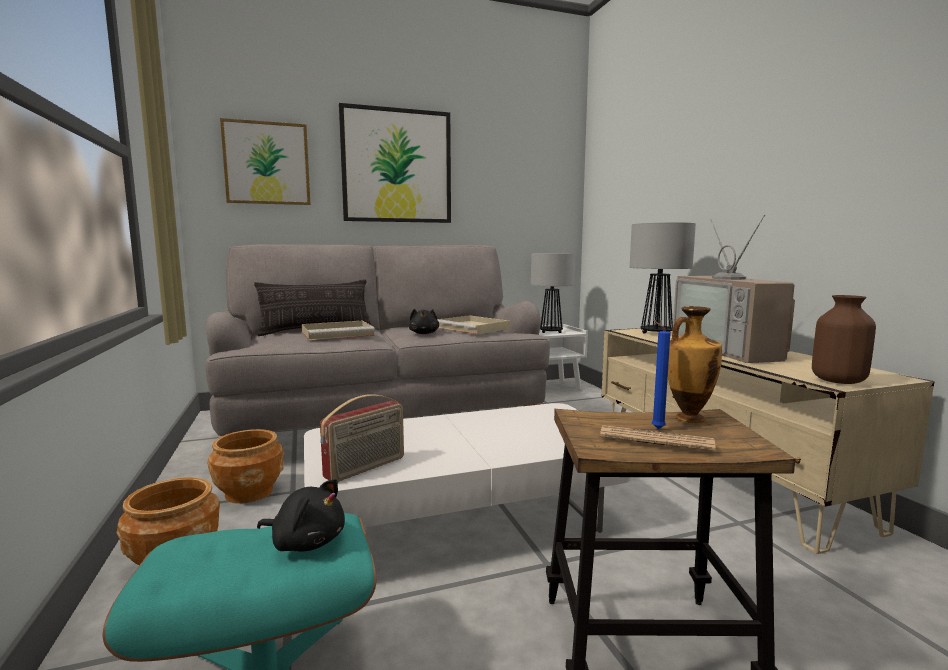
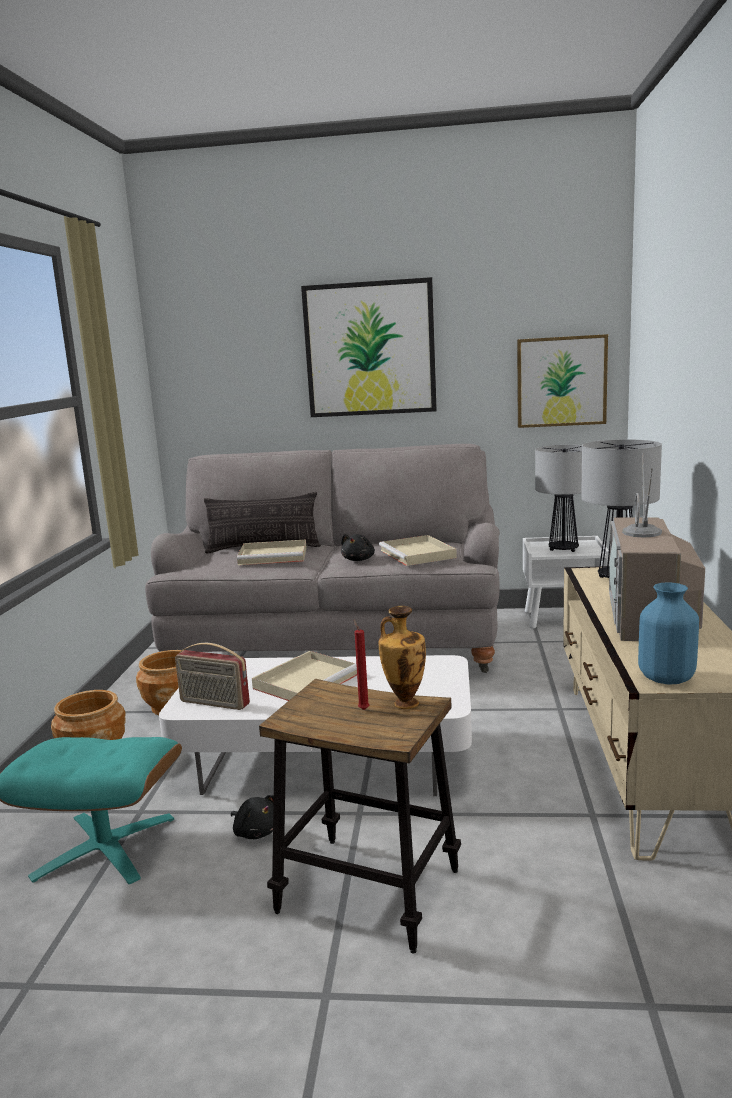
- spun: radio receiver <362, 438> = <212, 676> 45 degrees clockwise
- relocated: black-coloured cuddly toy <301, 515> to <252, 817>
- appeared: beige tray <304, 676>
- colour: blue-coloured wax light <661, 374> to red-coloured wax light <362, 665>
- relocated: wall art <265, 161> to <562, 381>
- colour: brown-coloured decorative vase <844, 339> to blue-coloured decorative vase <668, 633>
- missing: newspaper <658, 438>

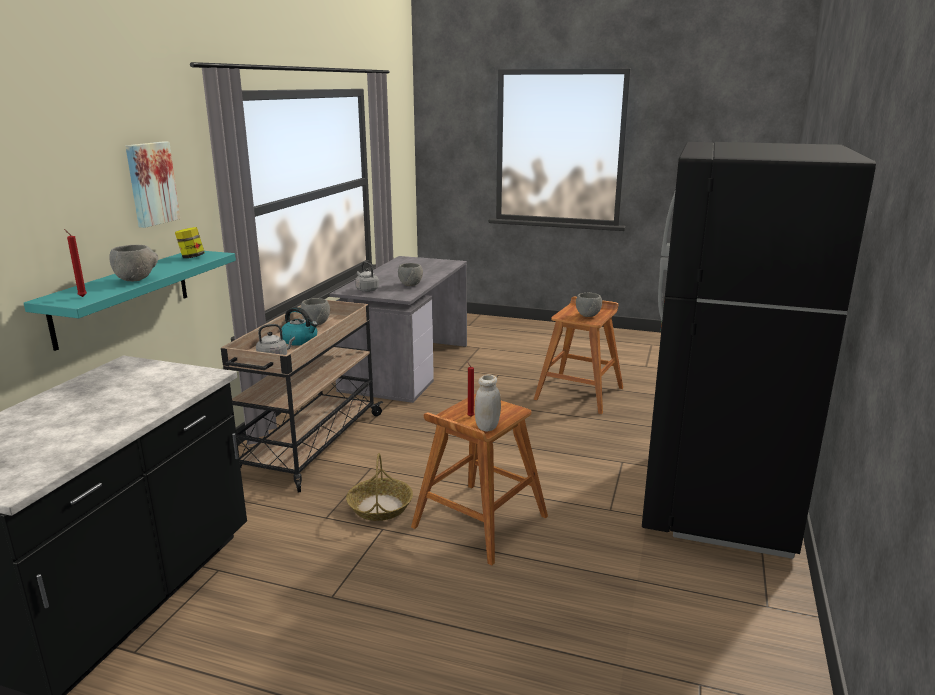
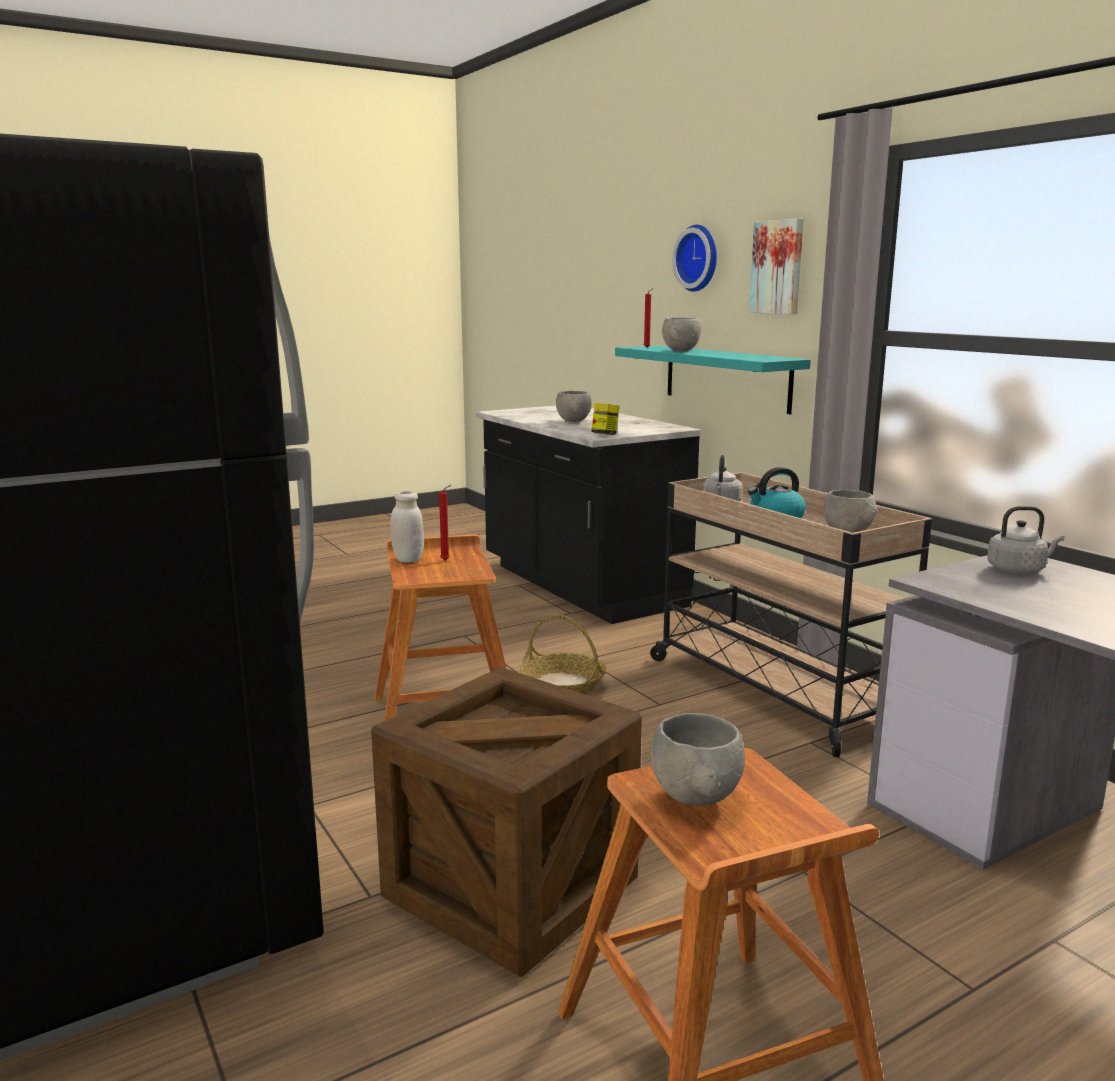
- appeared: crate <506, 822>
- relocated: gray serving bowl <410, 274> to <574, 406>
- relocated: jar <190, 242> to <605, 419>
- appeared: hanging clock <694, 258>

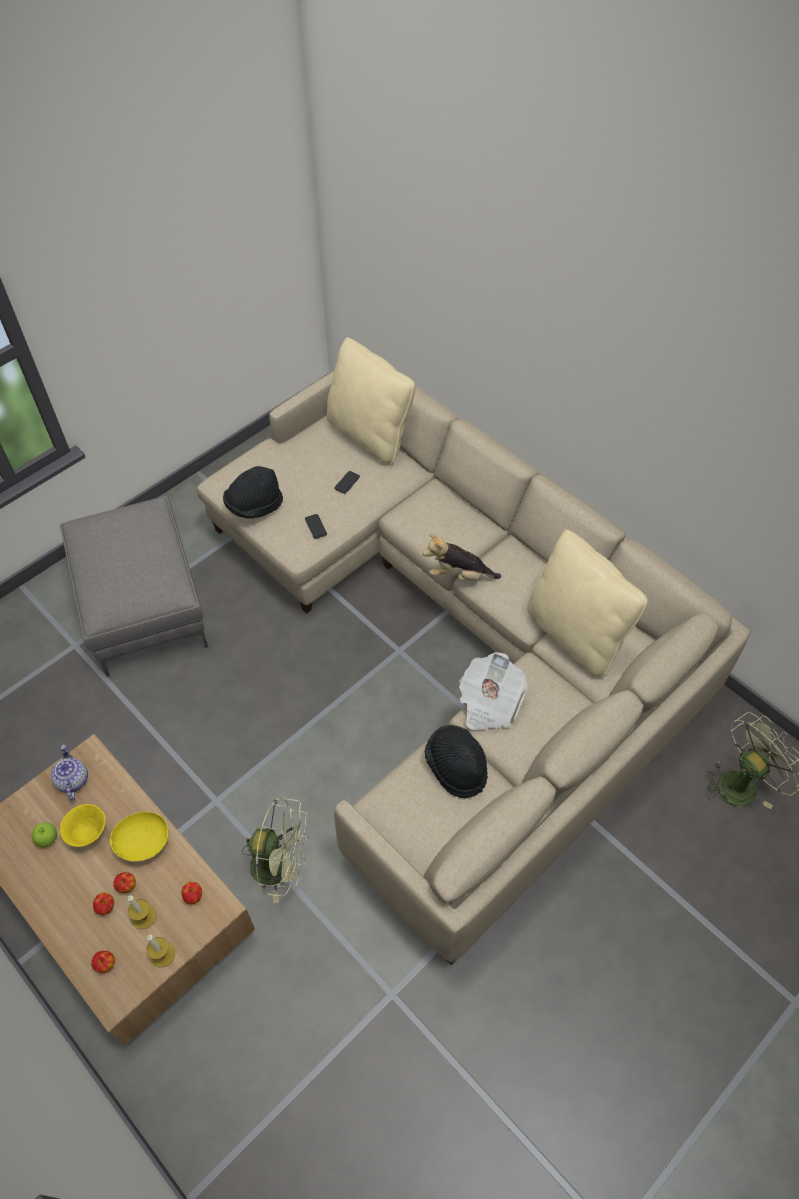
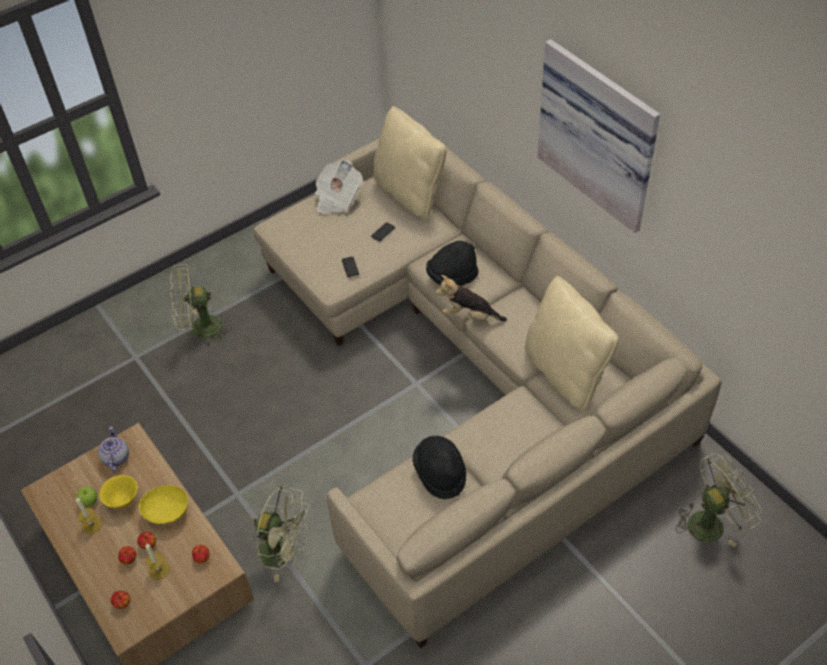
- relocated: wax light <161, 951> to <89, 515>
- exchanged: gray footrest <134, 586> to green-coloured electric fan <201, 305>
- relocated: newspaper <493, 691> to <339, 187>
- relocated: black-coloured clothing hat <253, 492> to <452, 263>
- appeared: wall art <599, 136>

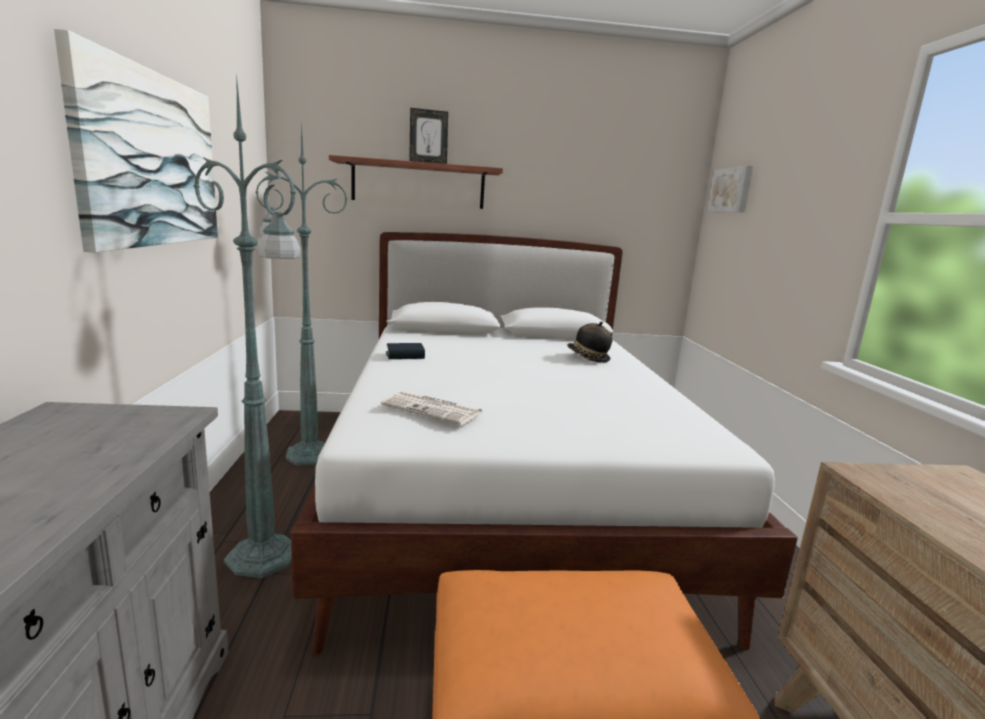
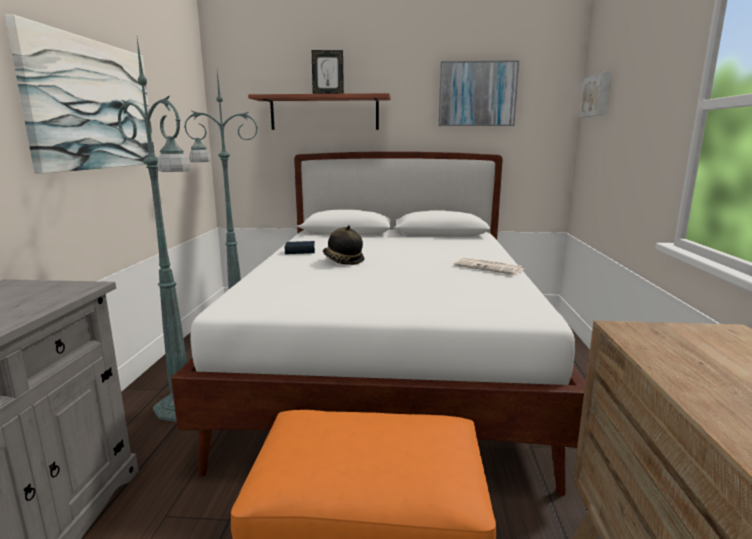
- relocated: clothing hat <590, 342> to <343, 245>
- appeared: wall art <479, 93>
- relocated: newspaper <431, 408> to <489, 266>

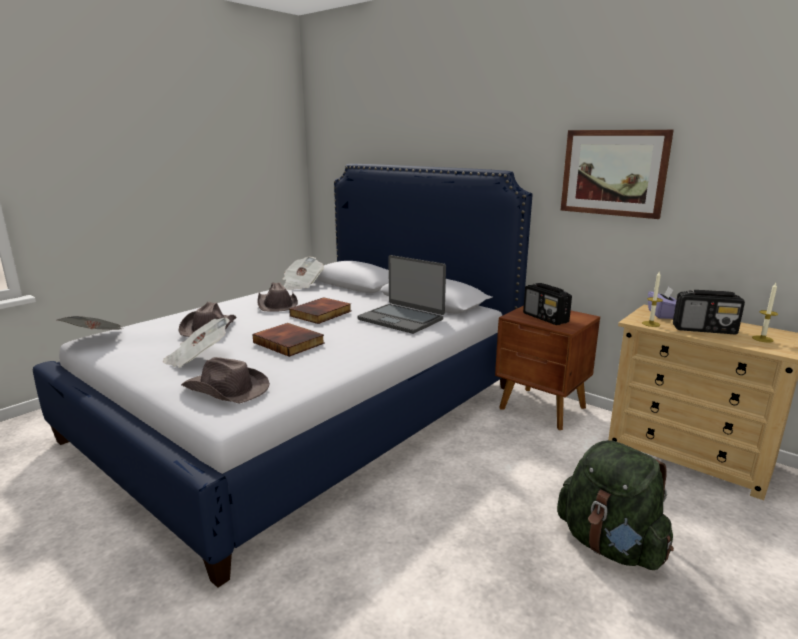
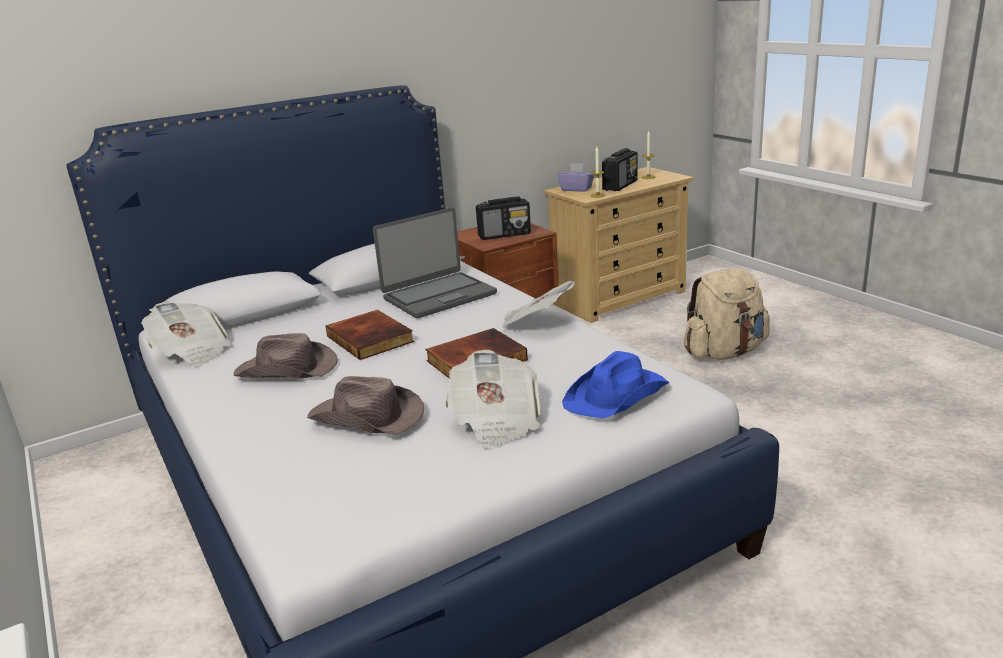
- relocated: newspaper <90, 323> to <538, 303>
- colour: brown-coloured clothing hat <225, 380> to blue-coloured clothing hat <616, 385>
- colour: green-coloured rucksack <615, 505> to beige rucksack <727, 314>
- missing: wall art <617, 174>

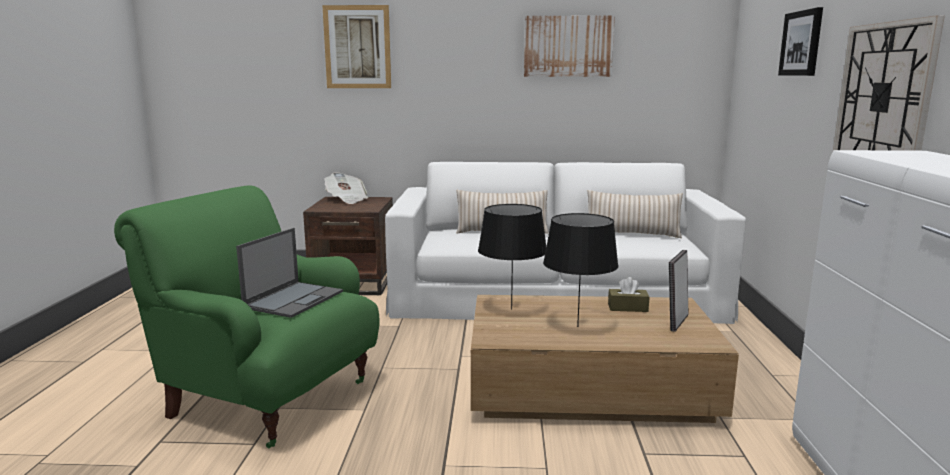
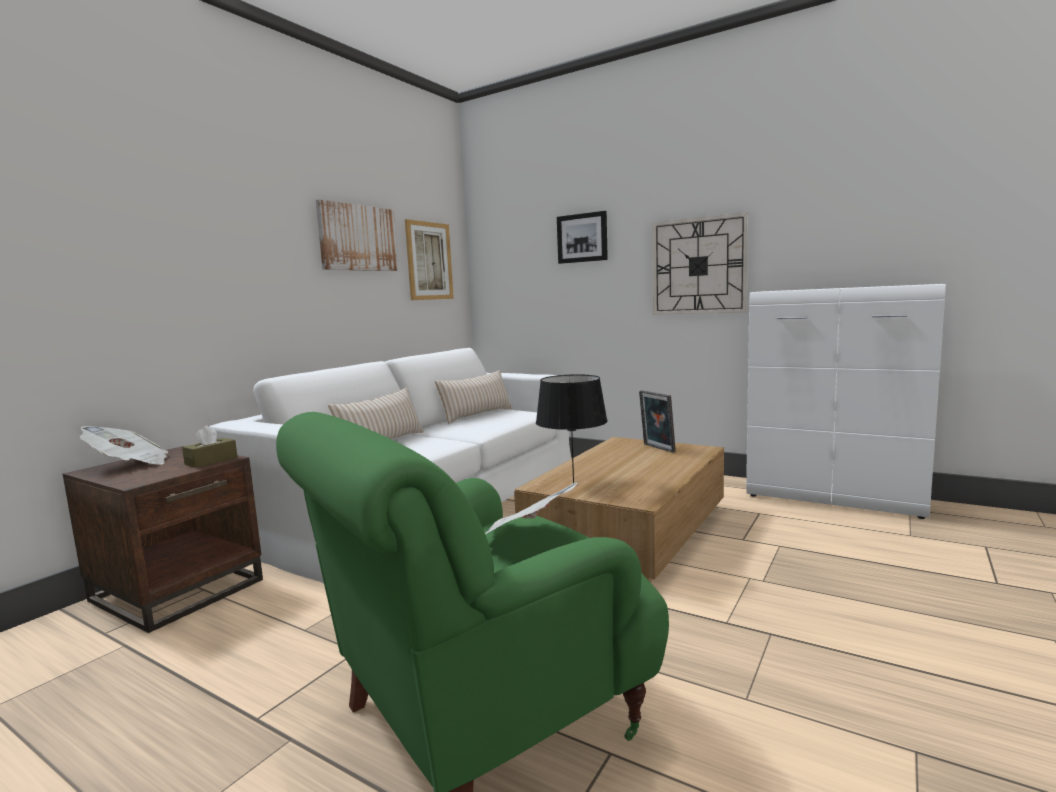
- relocated: brown-coloured tissue holder <628, 294> to <210, 447>
- relocated: wall art <356, 46> to <429, 259>
- exchanged: laptop <289, 273> to newspaper <531, 507>
- missing: black-coloured table lamp <581, 270>

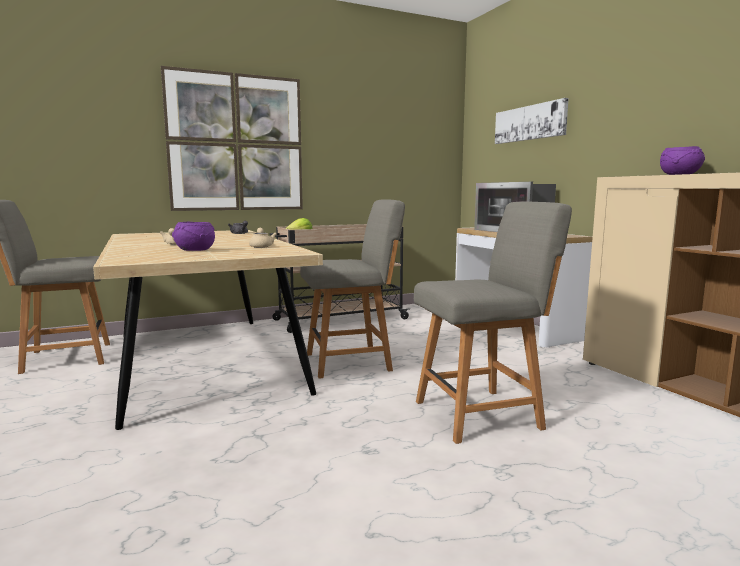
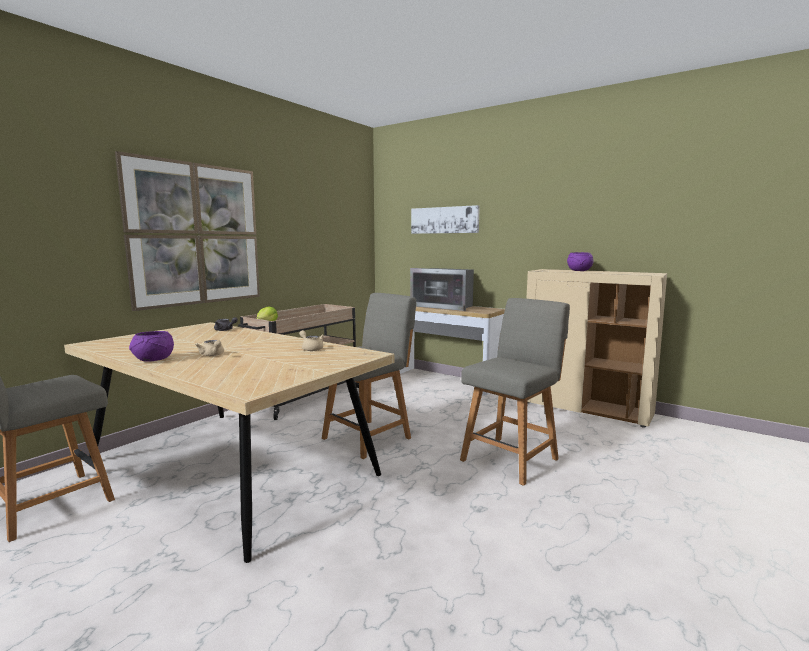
- relocated: purplish serving bowl <193, 236> to <151, 346>

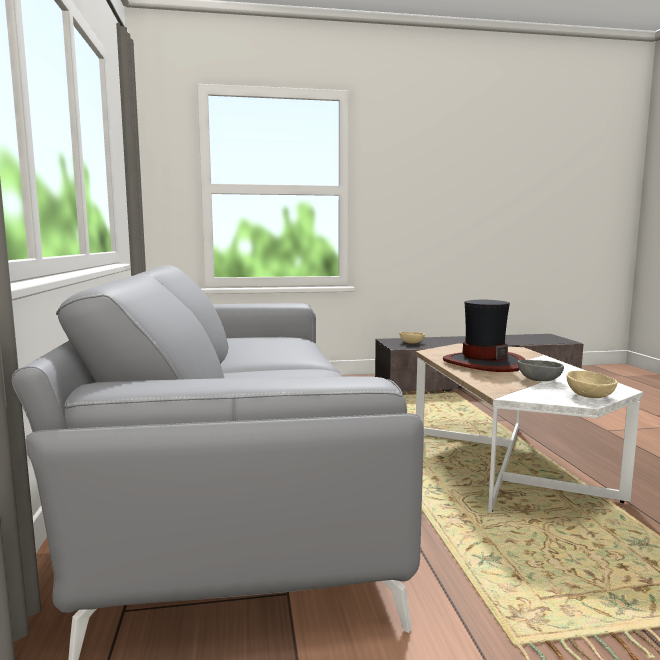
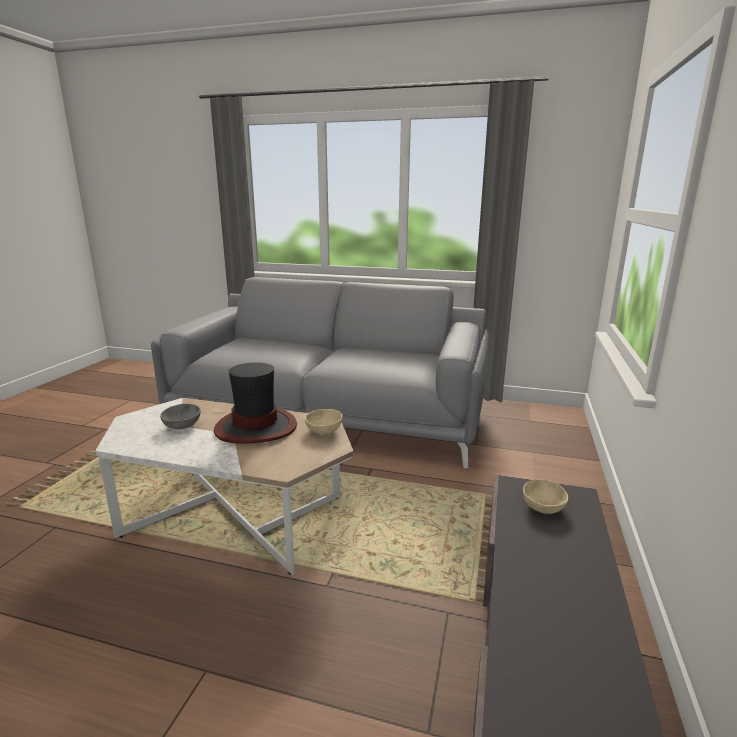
- relocated: beige serving bowl <592, 384> to <324, 421>

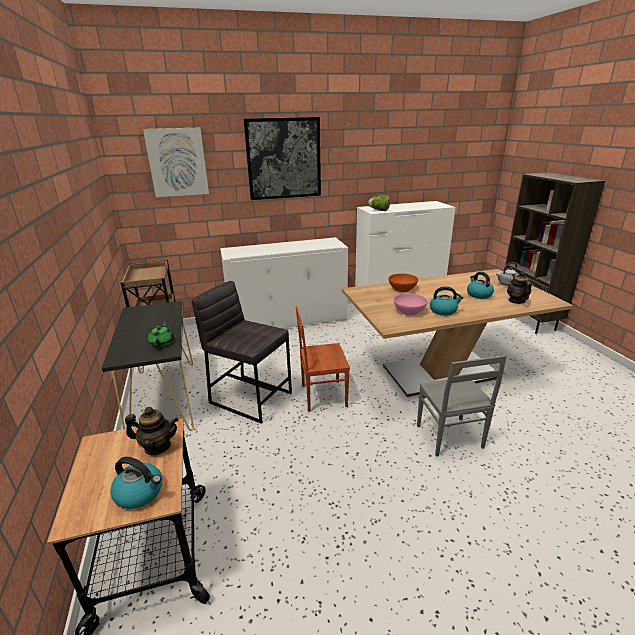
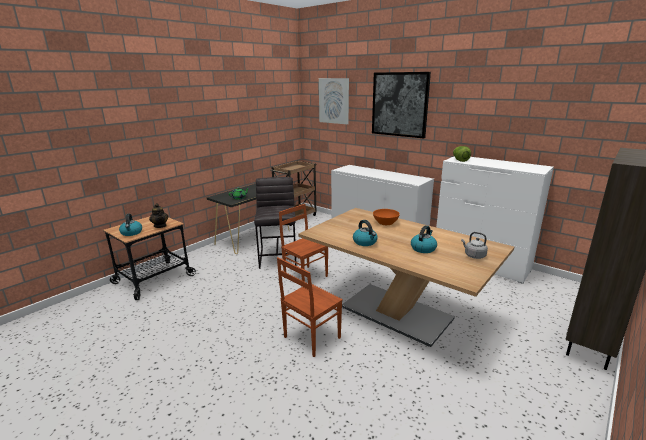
- colour: gray chair <462, 406> to brown-coloured chair <310, 307>
- missing: pink-coloured serving bowl <411, 304>
- missing: teapot <519, 288>

